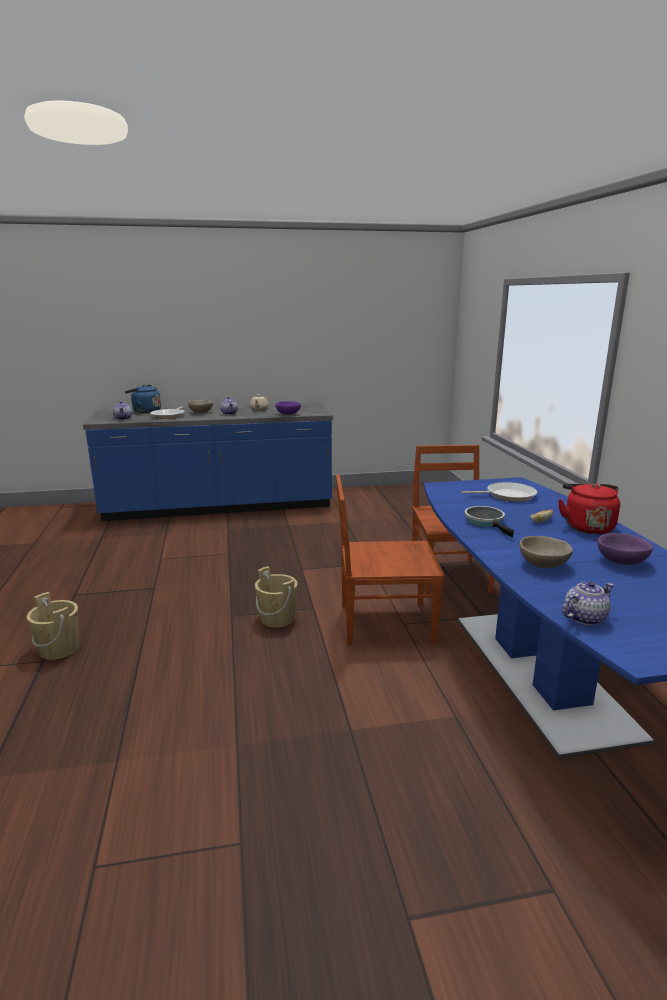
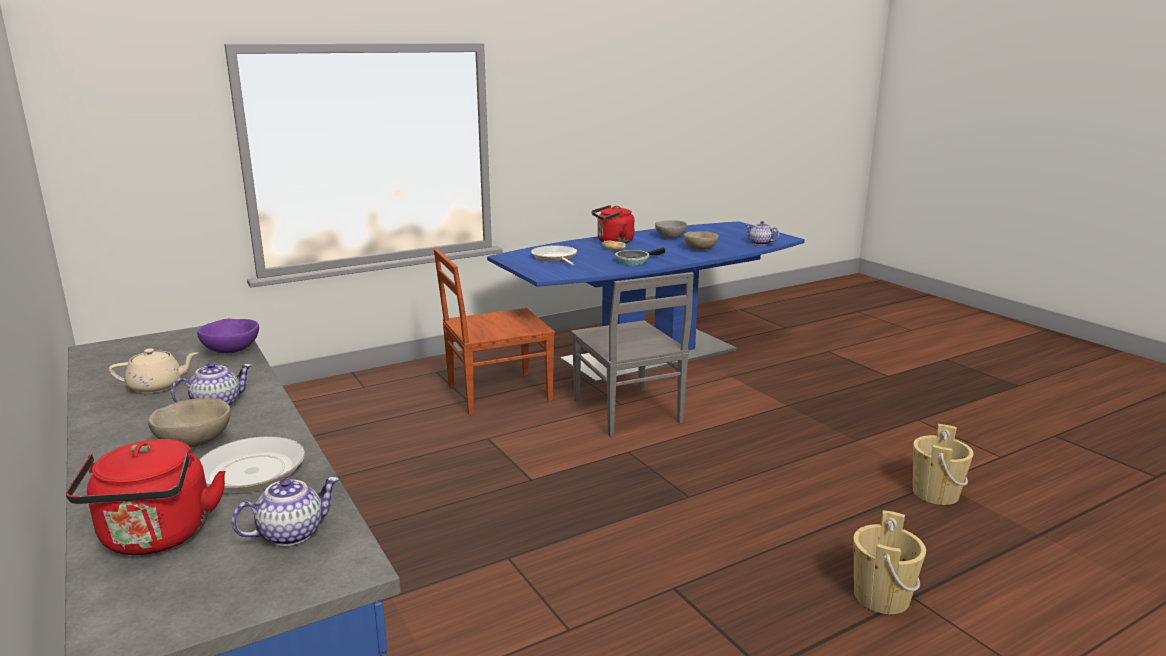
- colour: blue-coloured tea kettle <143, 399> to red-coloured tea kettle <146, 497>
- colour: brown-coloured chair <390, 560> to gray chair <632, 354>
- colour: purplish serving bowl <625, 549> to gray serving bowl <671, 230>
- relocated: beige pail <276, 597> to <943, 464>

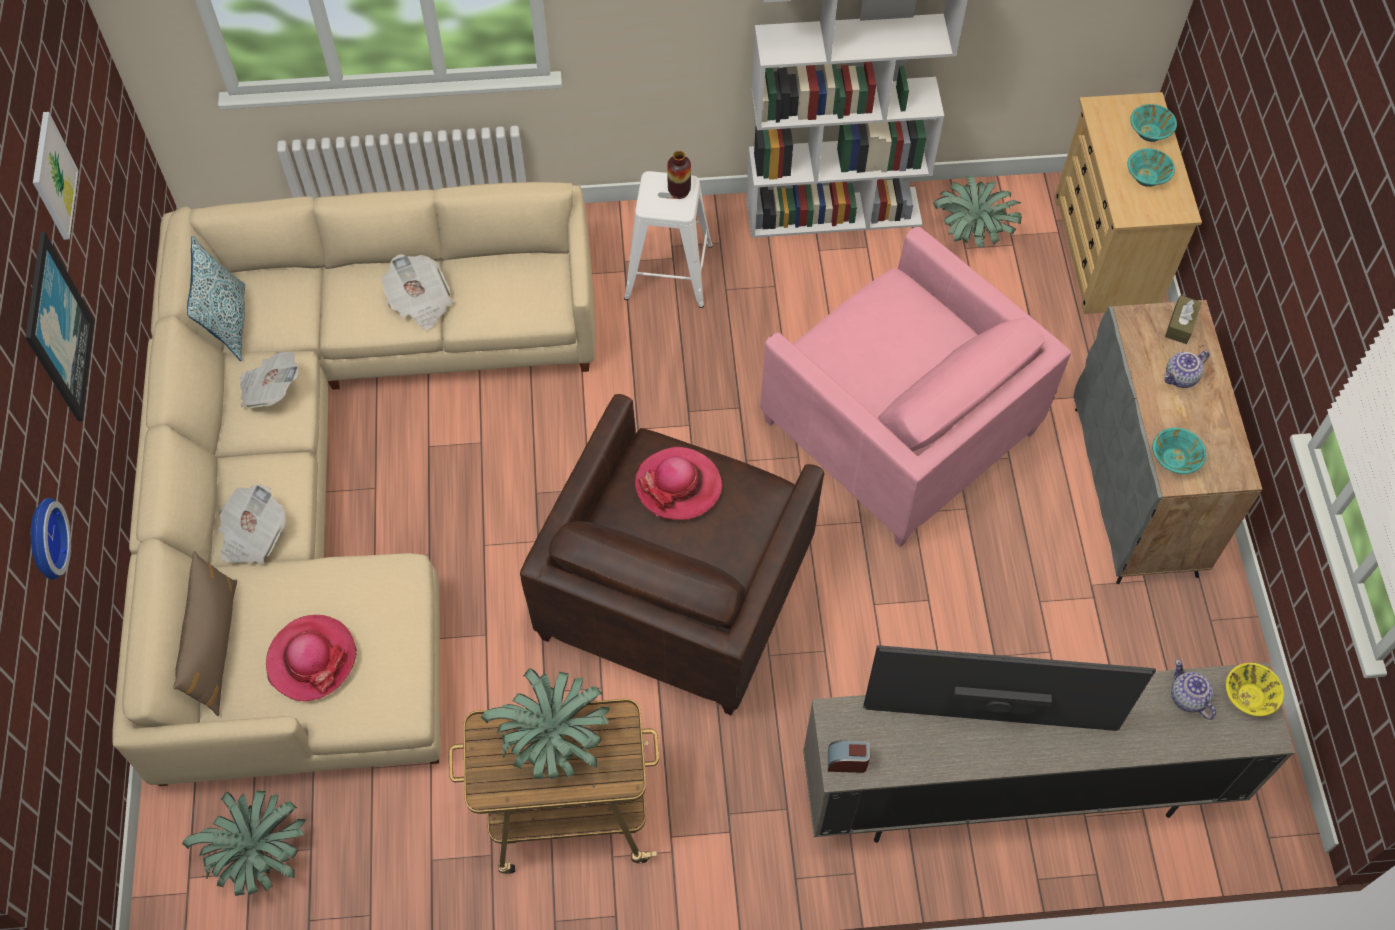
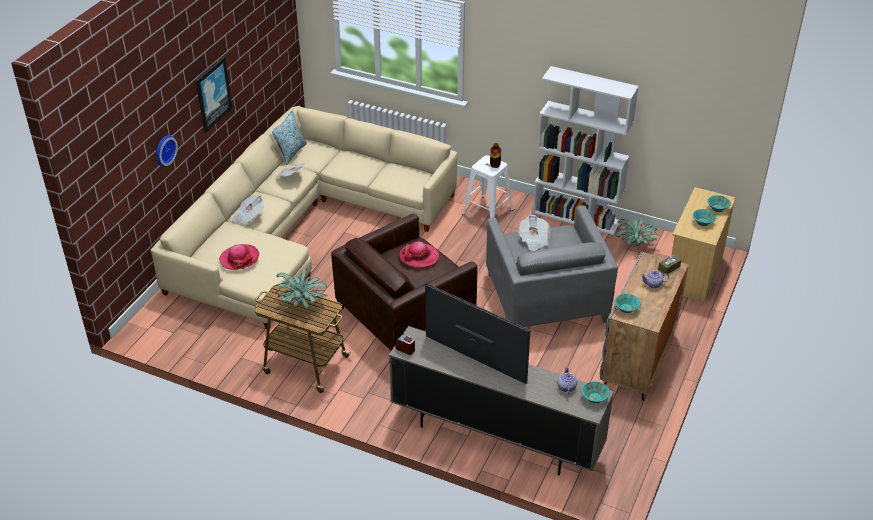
- colour: pink-coloured easy chair <915, 387> to gray easy chair <552, 266>
- relocated: newspaper <417, 292> to <534, 233>
- colour: yellow-coloured serving bowl <1255, 689> to turquoise-coloured serving bowl <595, 392>
- missing: wall art <56, 176>
- missing: brown-coloured pillow <205, 633>
- missing: plant in a pot <244, 843>

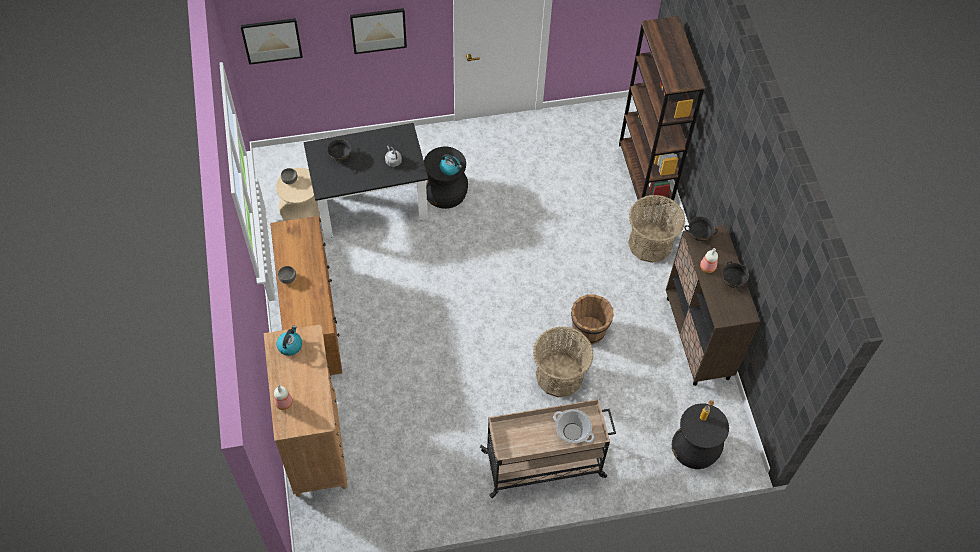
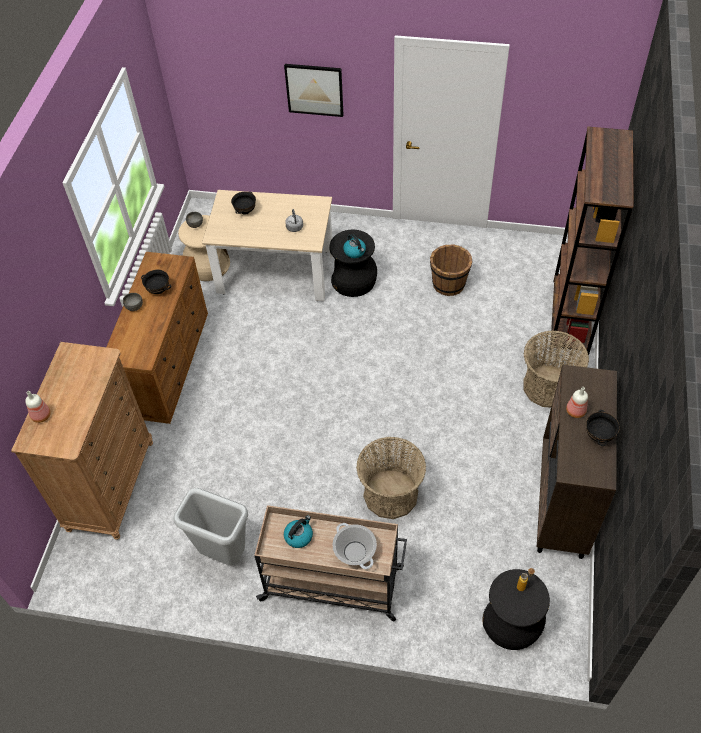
- relocated: black-coloured serving bowl <701, 229> to <156, 282>
- appeared: gray rubbish bin <210, 526>
- colour: black-coloured kitchen table <365, 181> to beige kitchen table <267, 245>
- relocated: tea kettle <289, 340> to <298, 531>
- relocated: brown-coloured pail <592, 319> to <451, 270>
- missing: wall art <271, 41>

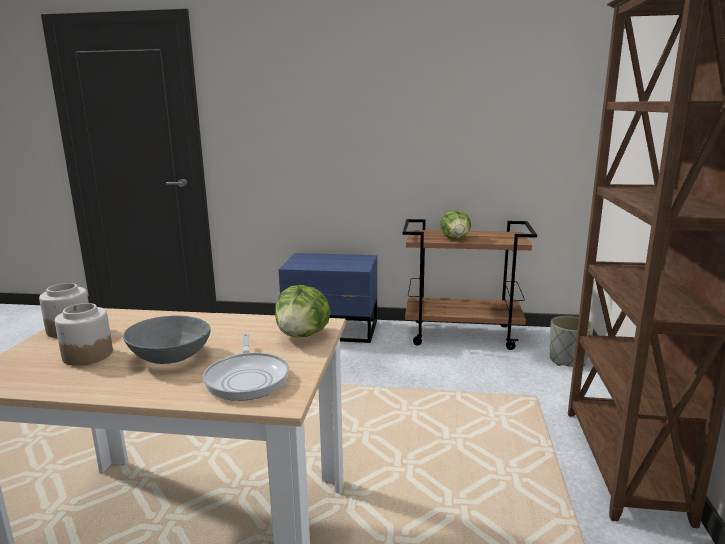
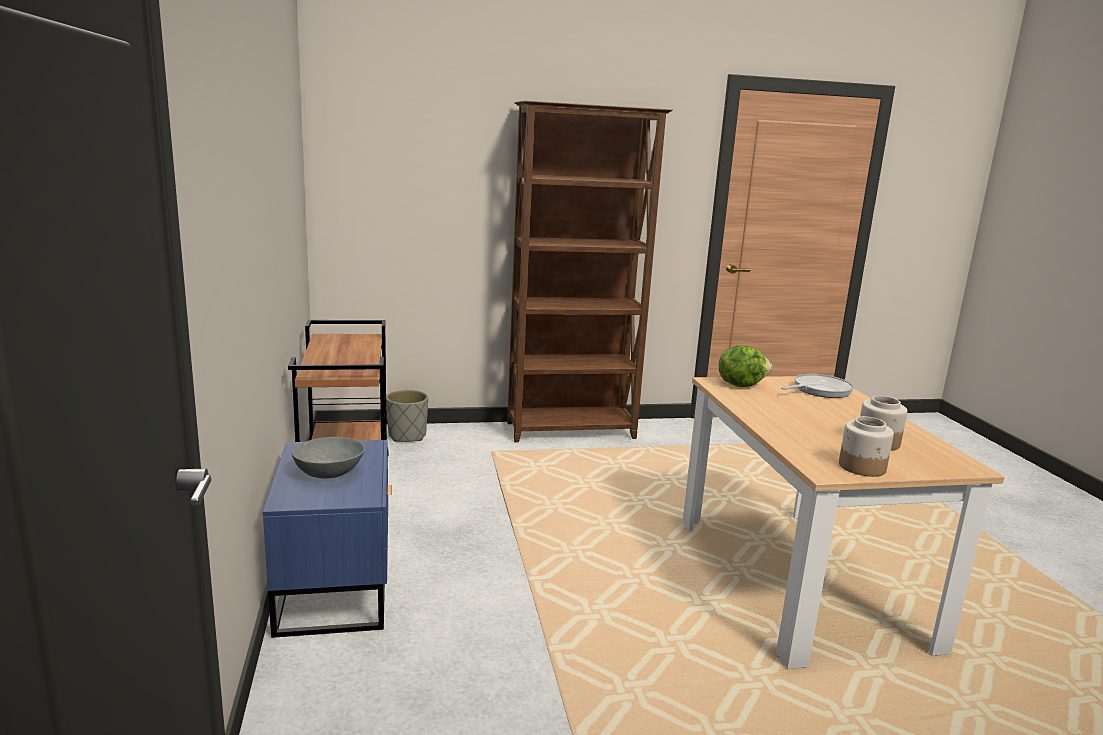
- relocated: gray serving bowl <166, 340> to <328, 457>
- missing: lettuce <455, 224>

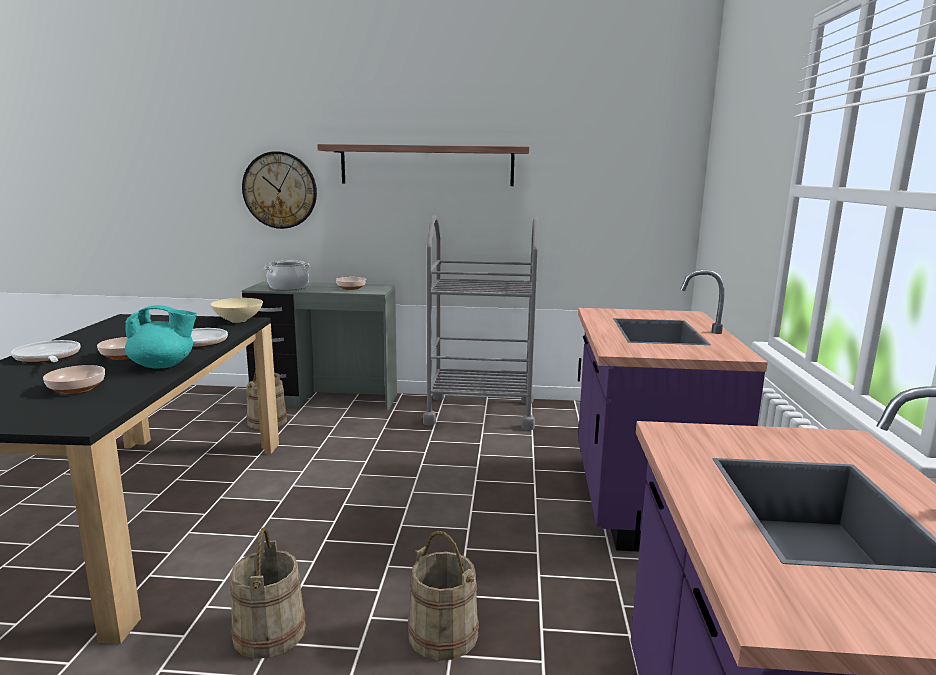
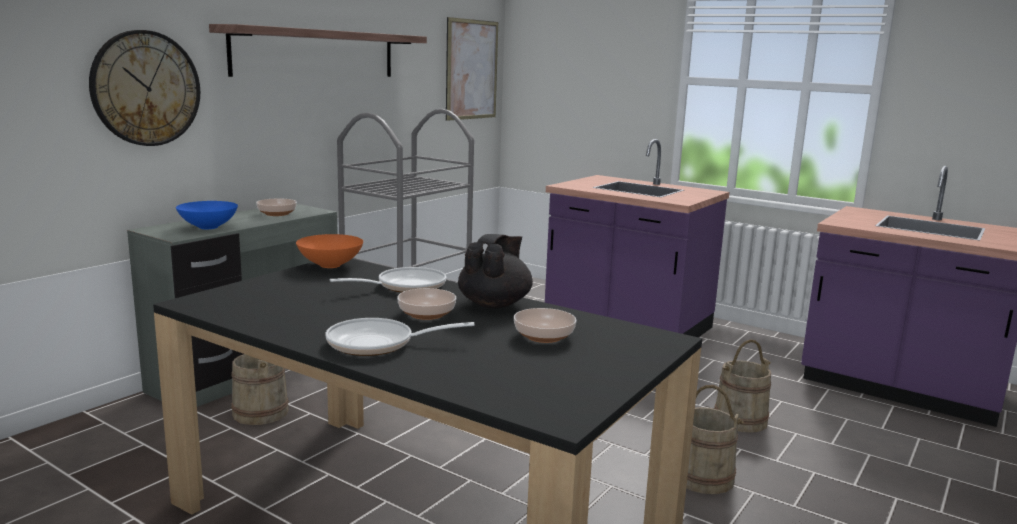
- exchanged: saucepot <287, 275> to blue-coloured serving bowl <207, 215>
- colour: beige serving bowl <236, 310> to orange serving bowl <329, 251>
- appeared: wall art <472, 69>
- colour: turquoise-coloured teapot <161, 337> to black-coloured teapot <495, 271>

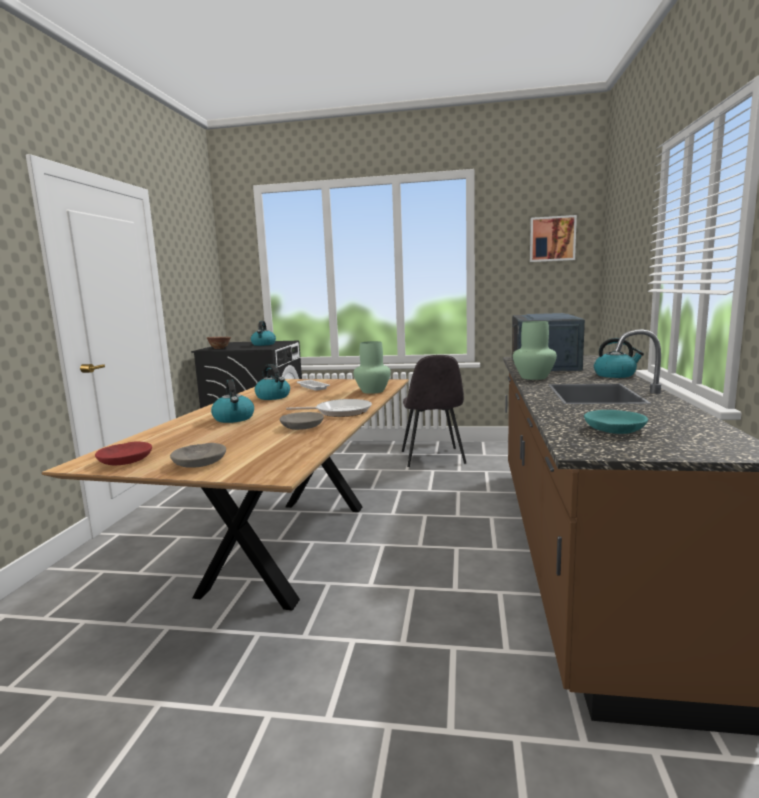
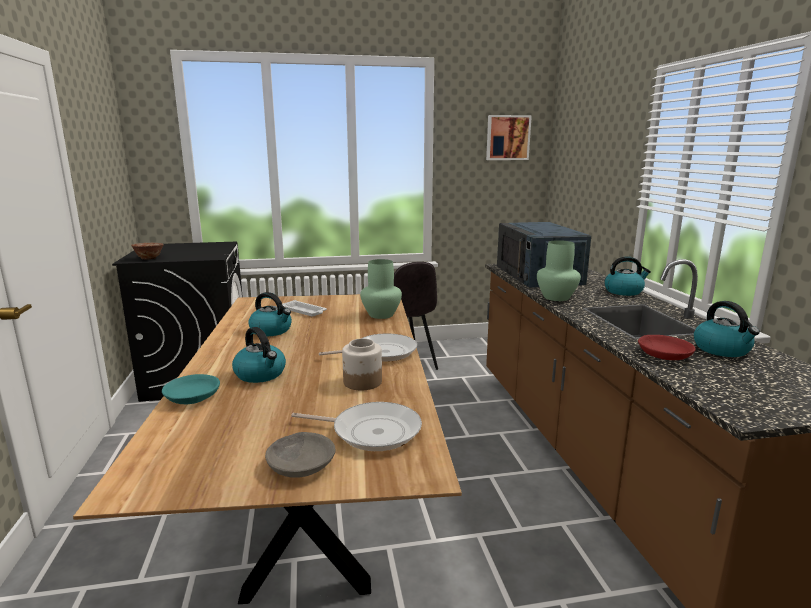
- relocated: turquoise-coloured serving bowl <616, 422> to <191, 389>
- appeared: pan <356, 426>
- exchanged: gray serving bowl <302, 421> to jar <362, 364>
- relocated: red-coloured serving bowl <123, 453> to <667, 347>
- relocated: tea kettle <263, 333> to <727, 329>

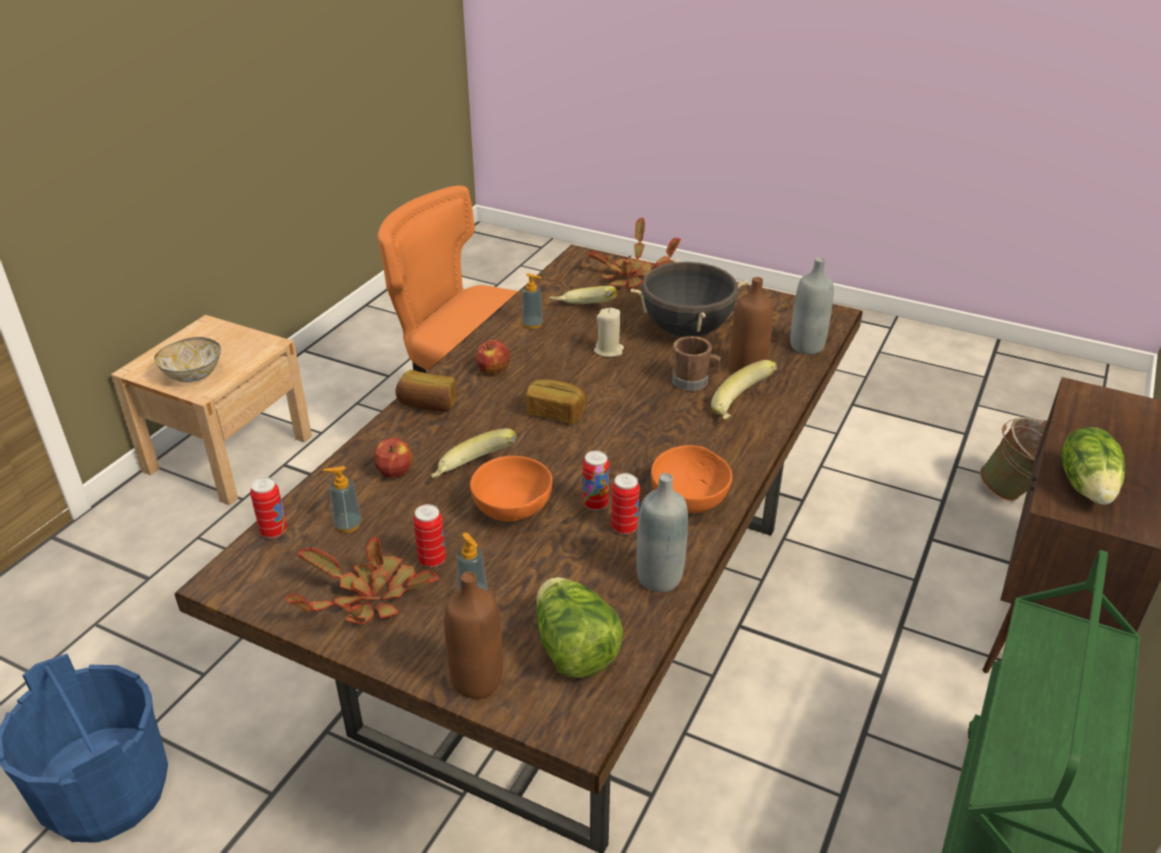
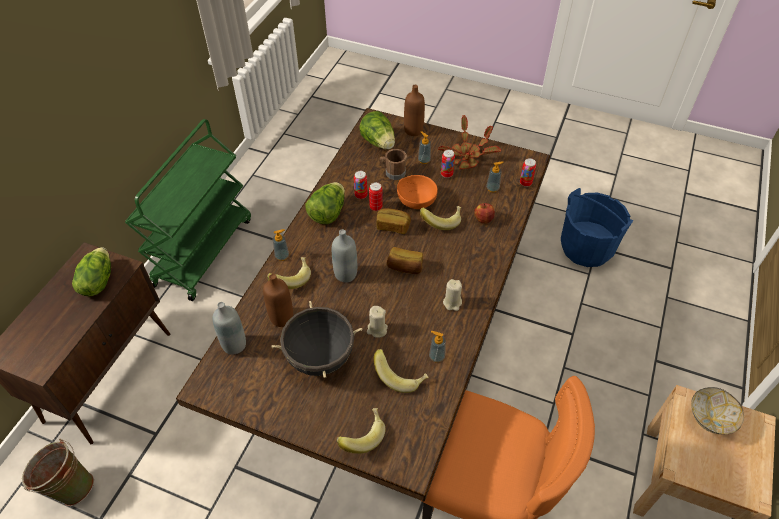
- appeared: soap bottle <281, 245>
- exchanged: orange serving bowl <691, 479> to lettuce <325, 203>
- relocated: gray bottle <662, 532> to <344, 256>
- exchanged: plant in a pot <634, 253> to banana fruit <361, 431>
- relocated: baked bread <426, 391> to <393, 221>
- relocated: brown-coloured mug <696, 363> to <393, 164>
- exchanged: apple <492, 357> to beige wax light <452, 295>

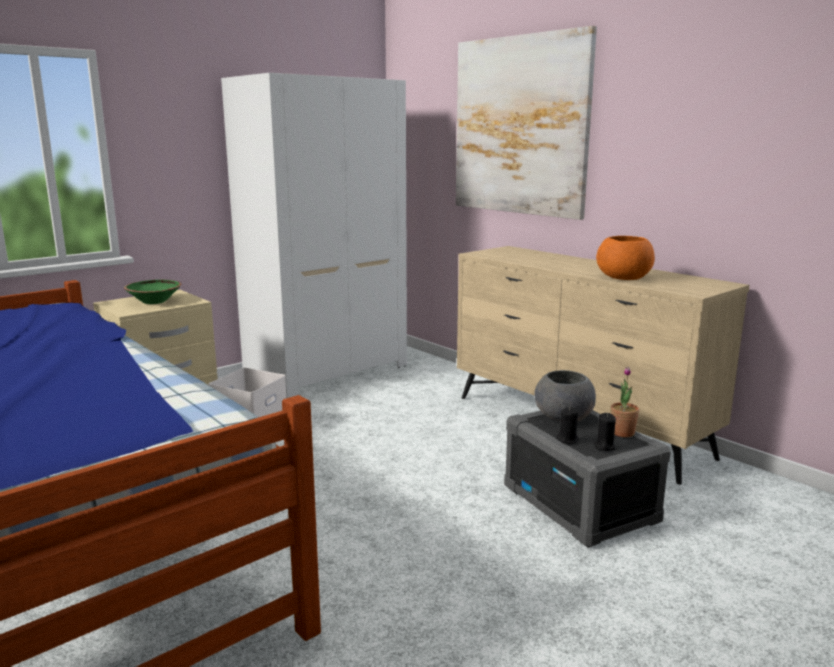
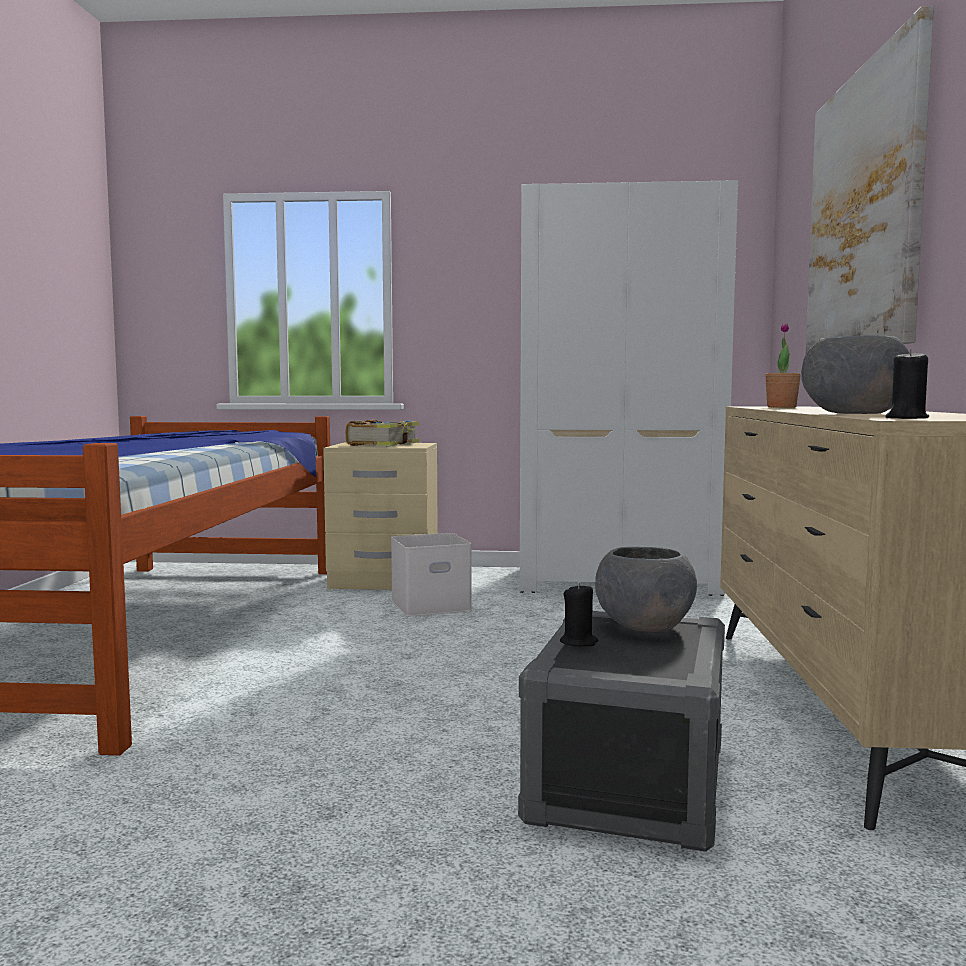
- exchanged: green-coloured serving bowl <153, 292> to volume <382, 433>
- relocated: plant in a pot <625, 402> to <783, 365>
- colour: orange serving bowl <625, 258> to gray serving bowl <855, 374>
- relocated: black-coloured wax light <604, 432> to <907, 384>

